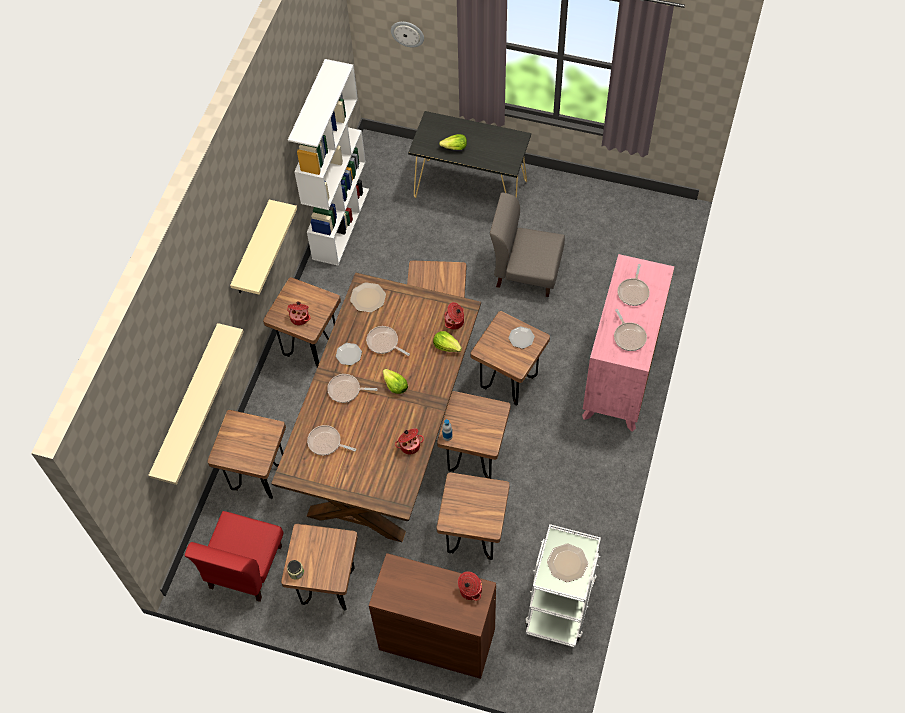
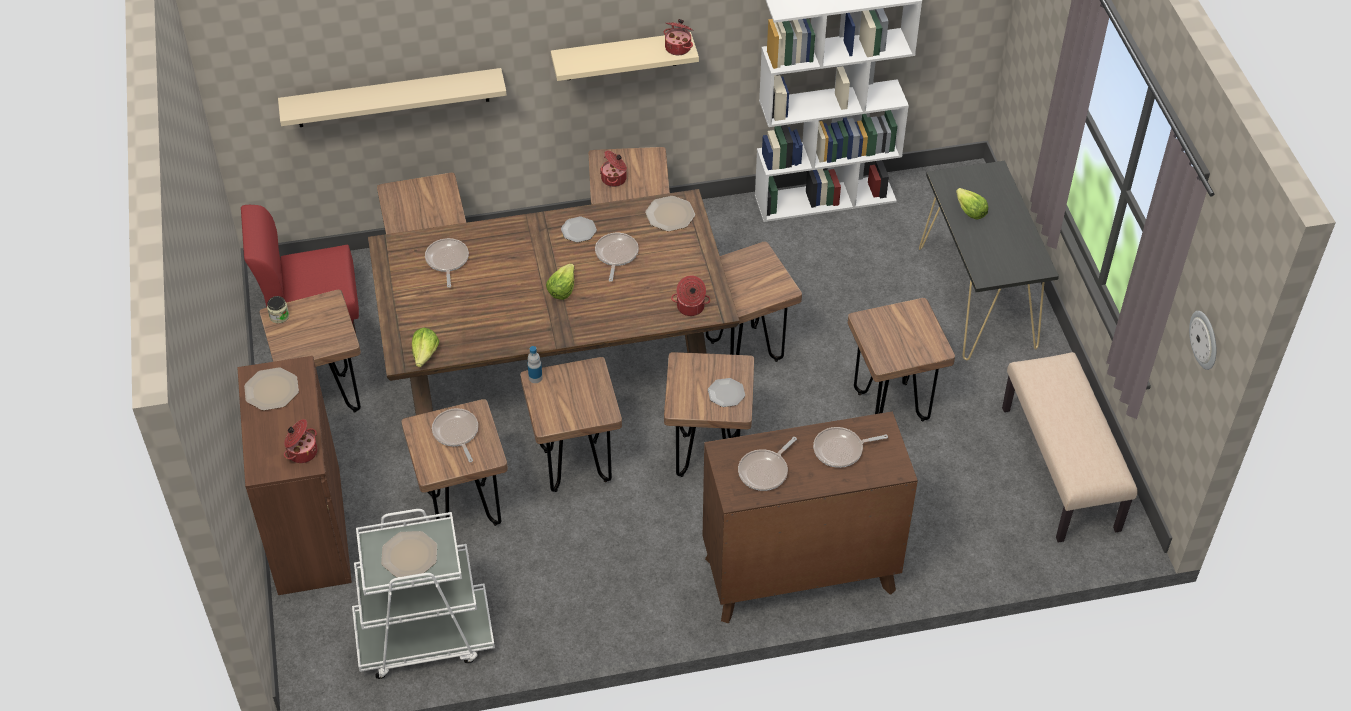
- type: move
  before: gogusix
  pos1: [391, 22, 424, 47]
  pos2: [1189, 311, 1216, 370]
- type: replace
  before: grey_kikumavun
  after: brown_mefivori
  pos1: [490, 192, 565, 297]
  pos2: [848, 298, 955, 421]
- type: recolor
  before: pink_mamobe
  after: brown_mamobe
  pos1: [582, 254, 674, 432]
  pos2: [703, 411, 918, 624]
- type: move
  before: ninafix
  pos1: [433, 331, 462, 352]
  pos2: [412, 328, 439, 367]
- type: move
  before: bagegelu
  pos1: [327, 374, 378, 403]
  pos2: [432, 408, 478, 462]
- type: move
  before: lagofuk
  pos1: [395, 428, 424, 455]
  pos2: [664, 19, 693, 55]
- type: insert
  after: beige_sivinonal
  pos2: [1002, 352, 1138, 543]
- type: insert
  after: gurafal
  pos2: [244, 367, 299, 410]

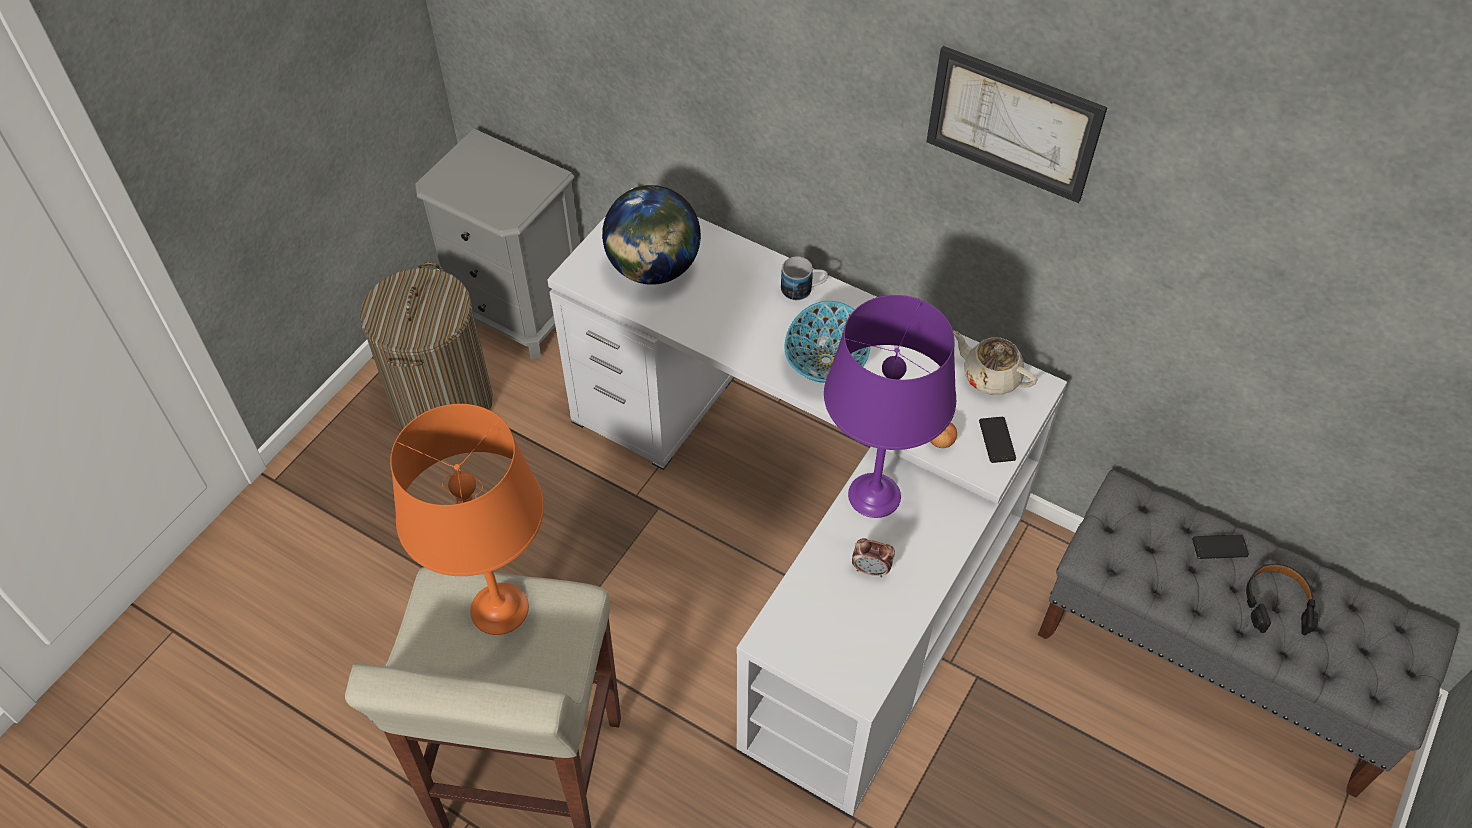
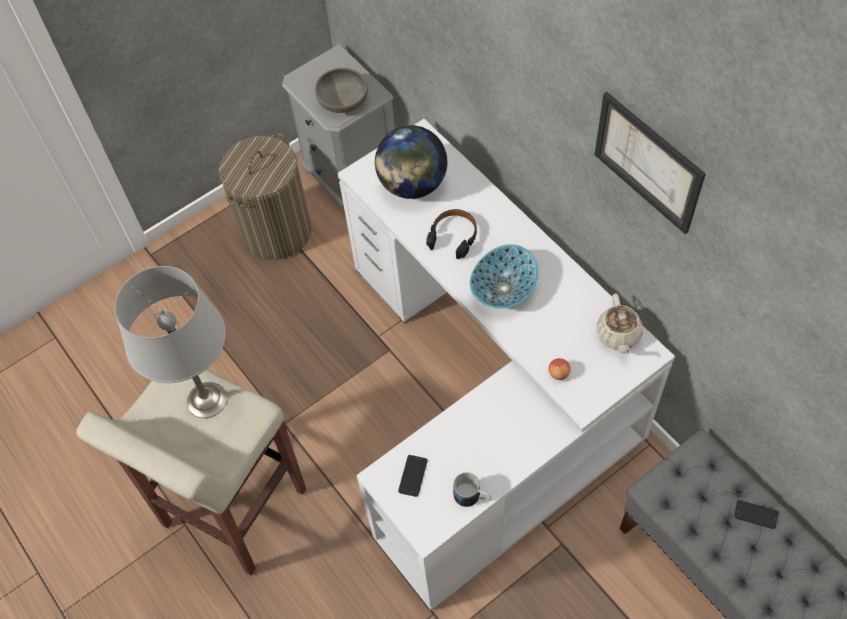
- type: move
  before: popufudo
  pos1: [781, 256, 828, 300]
  pos2: [453, 472, 491, 507]
- type: delete
  before: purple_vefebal
  pos1: [824, 295, 956, 518]
- type: rotate
  before: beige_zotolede
  pos1: [953, 331, 1037, 395]
  pos2: [596, 293, 643, 355]
  turn: -150
- type: recolor
  before: orange_vefebal
  after: grey_vefebal
  pos1: [390, 404, 544, 635]
  pos2: [115, 266, 227, 418]
- type: move
  before: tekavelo
  pos1: [979, 417, 1016, 463]
  pos2: [398, 455, 428, 497]
- type: delete
  before: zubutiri
  pos1: [852, 538, 895, 578]
- type: move
  before: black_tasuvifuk
  pos1: [1246, 564, 1318, 635]
  pos2: [426, 209, 477, 259]
- type: insert
  after: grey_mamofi
  pos2: [315, 68, 368, 113]

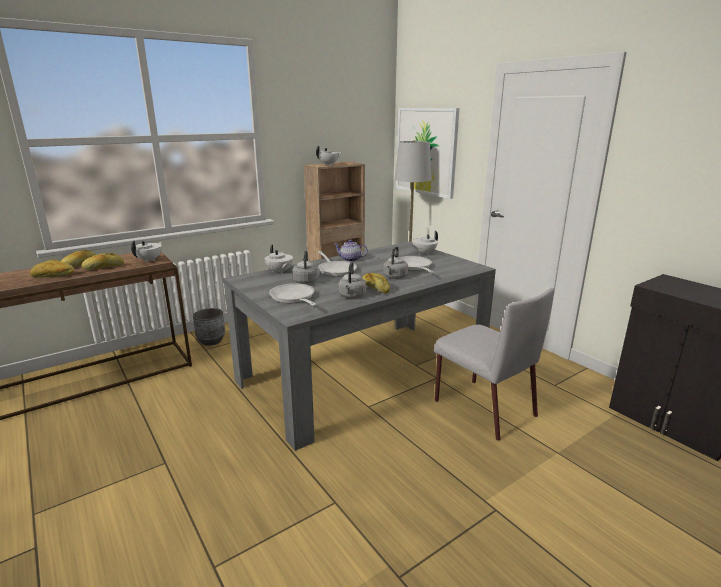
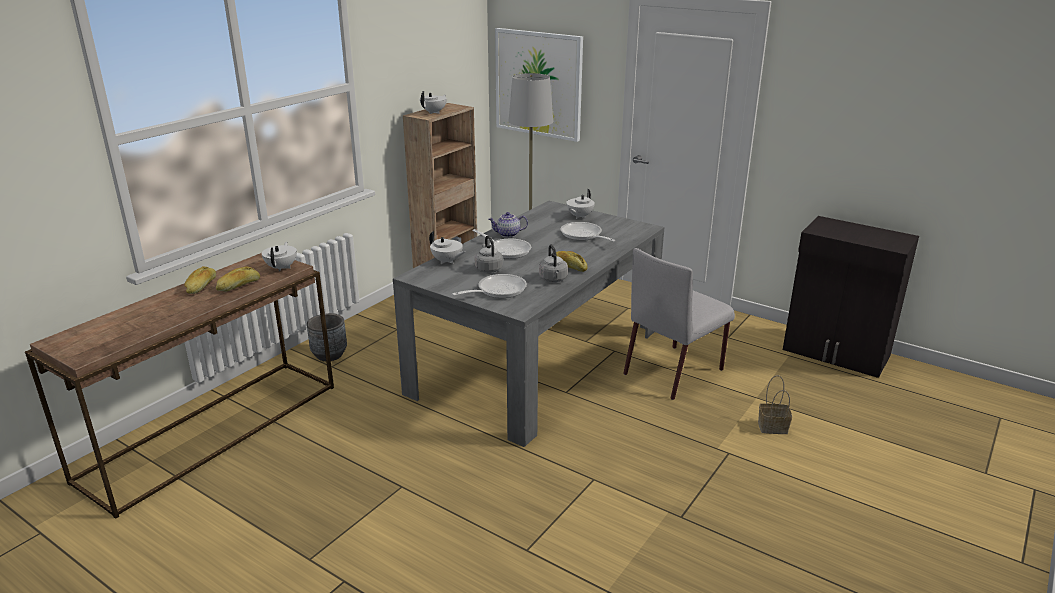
- type: delete
  before: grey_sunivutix
  pos1: [383, 246, 408, 279]
- type: delete
  before: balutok
  pos1: [30, 259, 75, 278]
- type: rotate
  before: bagegelu
  pos1: [269, 283, 317, 306]
  pos2: [452, 274, 527, 298]
  turn: 105
- type: rotate
  before: grey_kikumavun
  pos1: [434, 288, 555, 441]
  pos2: [623, 248, 735, 400]
  turn: 105
- type: insert
  after: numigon
  pos2: [758, 375, 792, 434]

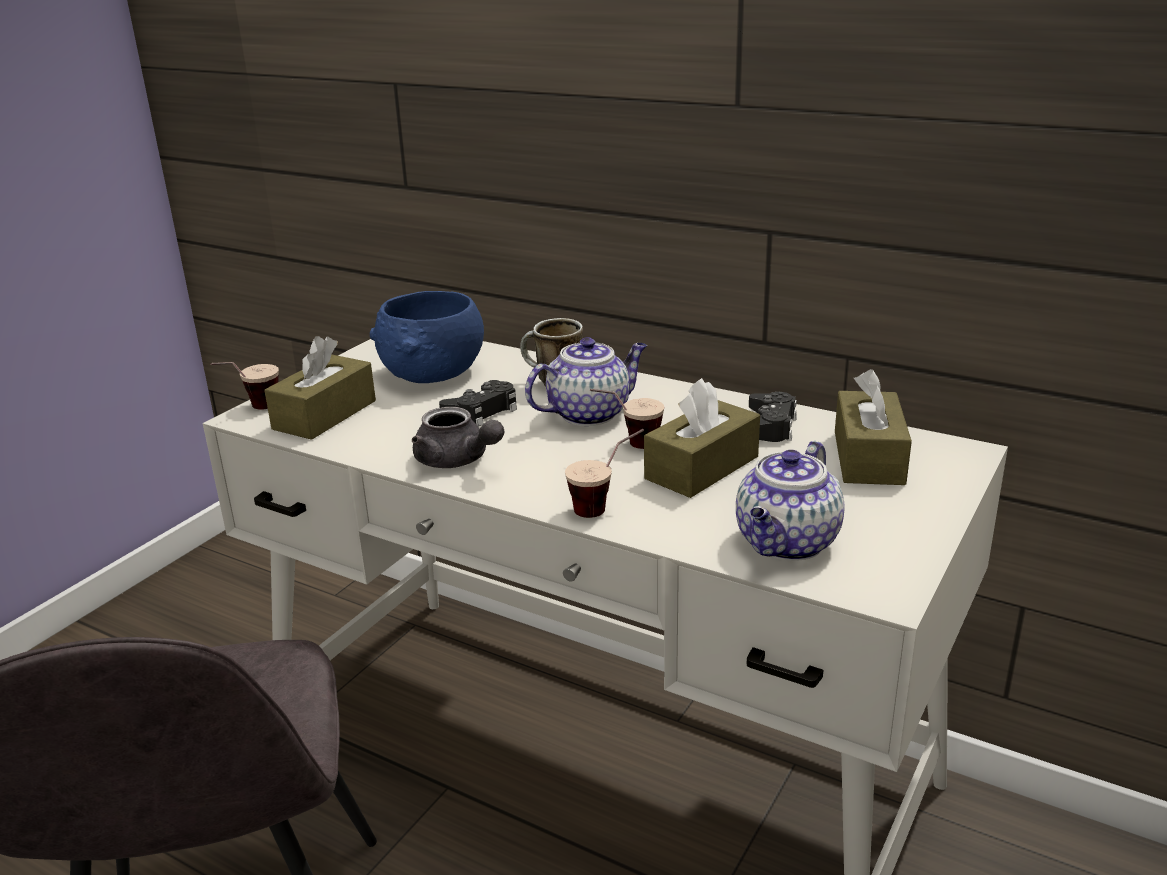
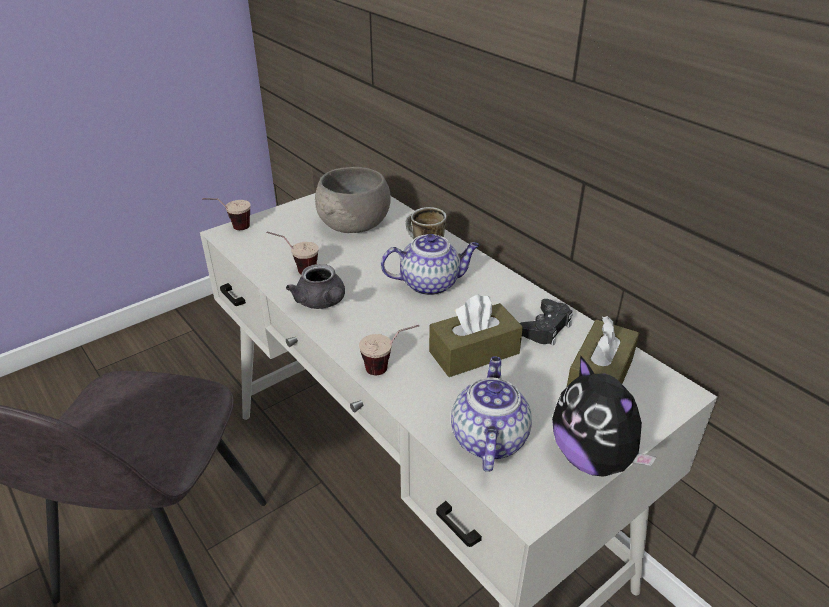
- type: recolor
  before: blue_mamofi
  after: grey_mamofi
  pos1: [370, 291, 484, 383]
  pos2: [315, 167, 391, 233]
- type: delete
  before: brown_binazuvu
  pos1: [264, 336, 376, 440]
- type: delete
  before: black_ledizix
  pos1: [439, 380, 517, 426]
- type: move
  before: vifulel
  pos1: [590, 389, 665, 449]
  pos2: [266, 232, 319, 275]
- type: rotate
  before: zotolede
  pos1: [736, 441, 844, 561]
  pos2: [451, 356, 532, 472]
  turn: 135
- type: insert
  after: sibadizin
  pos2: [552, 355, 656, 477]

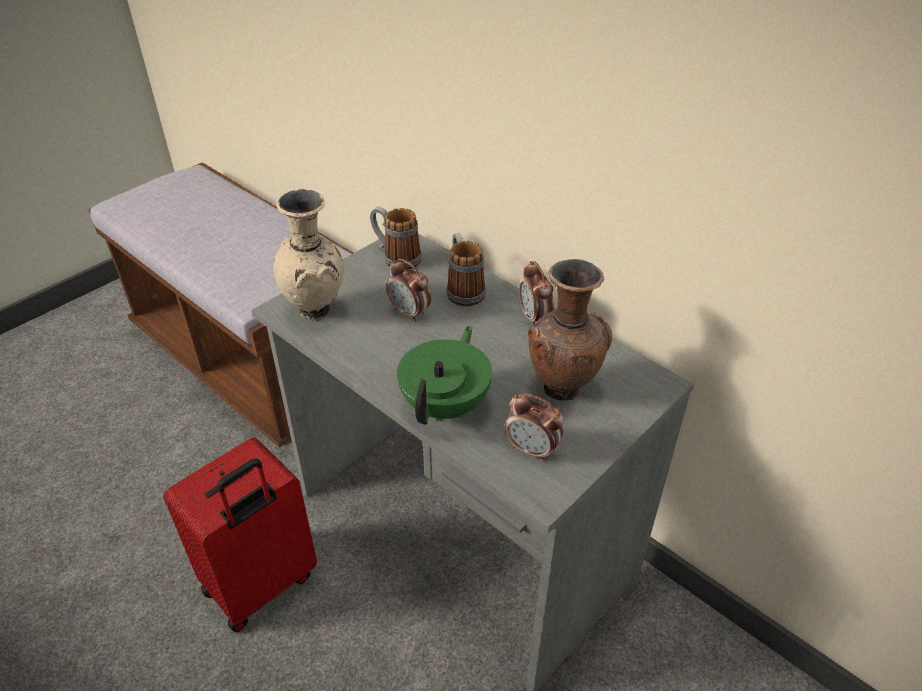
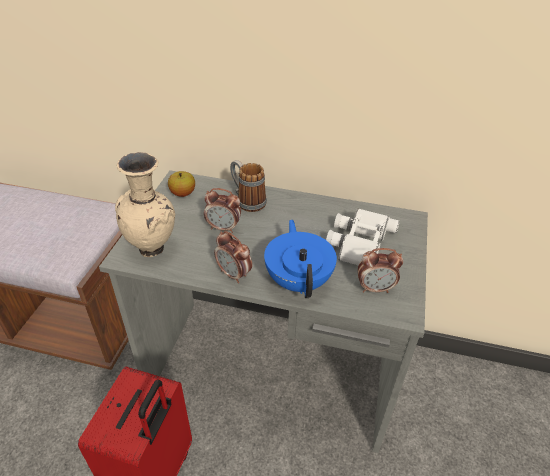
- type: replace
  before: popufudo
  after: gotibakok
  pos1: [370, 207, 422, 269]
  pos2: [168, 171, 195, 197]
- type: replace
  before: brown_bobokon
  after: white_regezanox
  pos1: [528, 259, 612, 400]
  pos2: [326, 208, 400, 265]
- type: move
  before: zubutiri
  pos1: [519, 261, 554, 326]
  pos2: [214, 231, 252, 284]
- type: recolor
  before: green_zotolede
  after: blue_zotolede
  pos1: [397, 326, 492, 425]
  pos2: [264, 219, 337, 298]

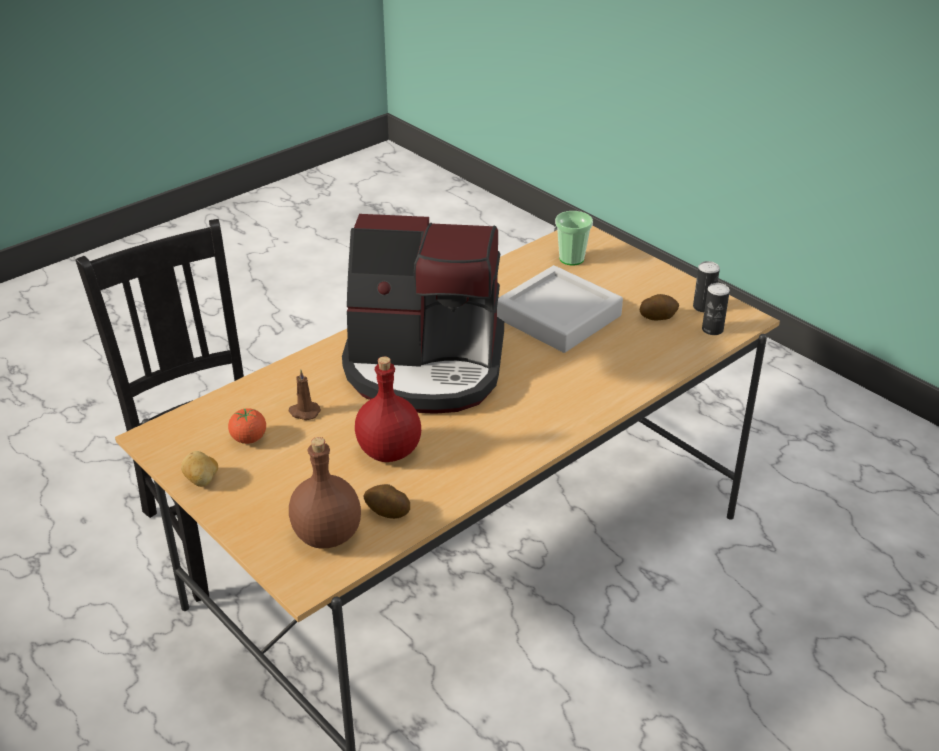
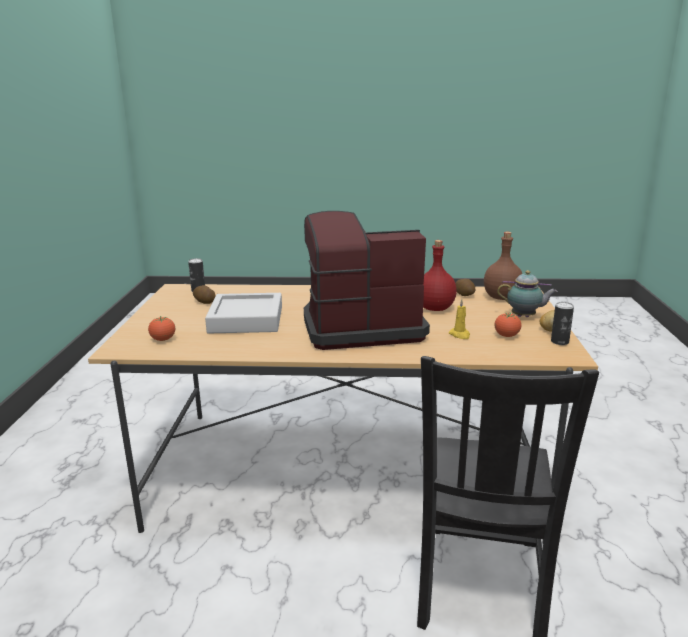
- type: replace
  before: vifulel
  after: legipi
  pos1: [555, 211, 593, 266]
  pos2: [148, 316, 175, 341]
- type: rotate
  before: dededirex
  pos1: [342, 214, 504, 414]
  pos2: [304, 211, 430, 350]
  turn: -60
- type: move
  before: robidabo
  pos1: [693, 261, 720, 312]
  pos2: [551, 302, 574, 345]
- type: recolor
  before: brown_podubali
  after: yellow_podubali
  pos1: [289, 369, 321, 420]
  pos2: [449, 299, 470, 339]
- type: insert
  after: zotolede
  pos2: [497, 270, 558, 317]

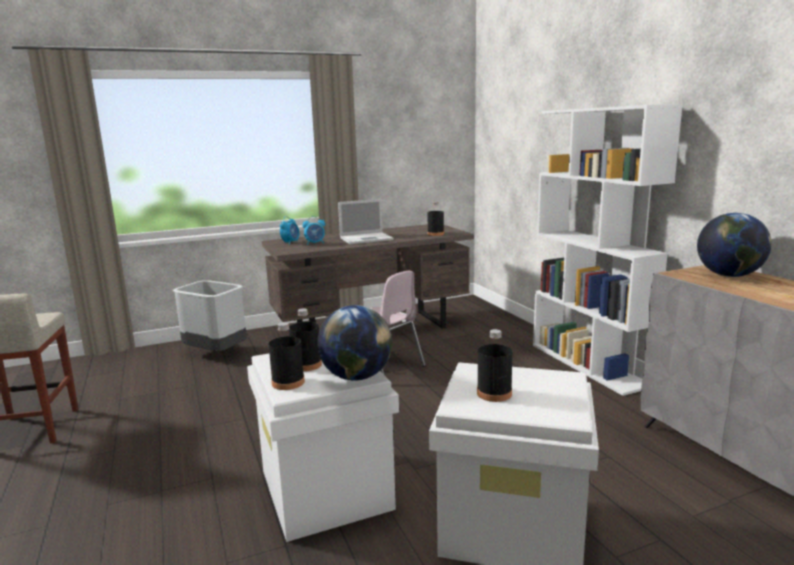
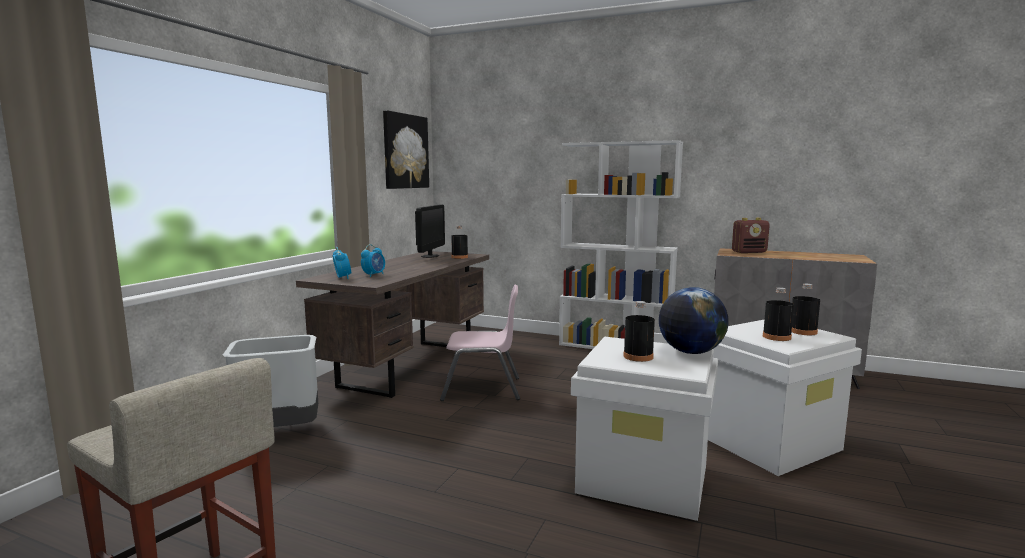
- type: delete
  before: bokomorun
  pos1: [338, 199, 394, 244]
- type: replace
  before: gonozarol
  after: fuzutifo
  pos1: [697, 213, 772, 277]
  pos2: [732, 218, 770, 253]
- type: move
  before: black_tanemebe
  pos1: [269, 322, 305, 390]
  pos2: [791, 284, 820, 335]
- type: insert
  after: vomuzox
  pos2: [383, 110, 429, 189]
- type: insert
  after: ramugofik
  pos2: [415, 205, 445, 258]

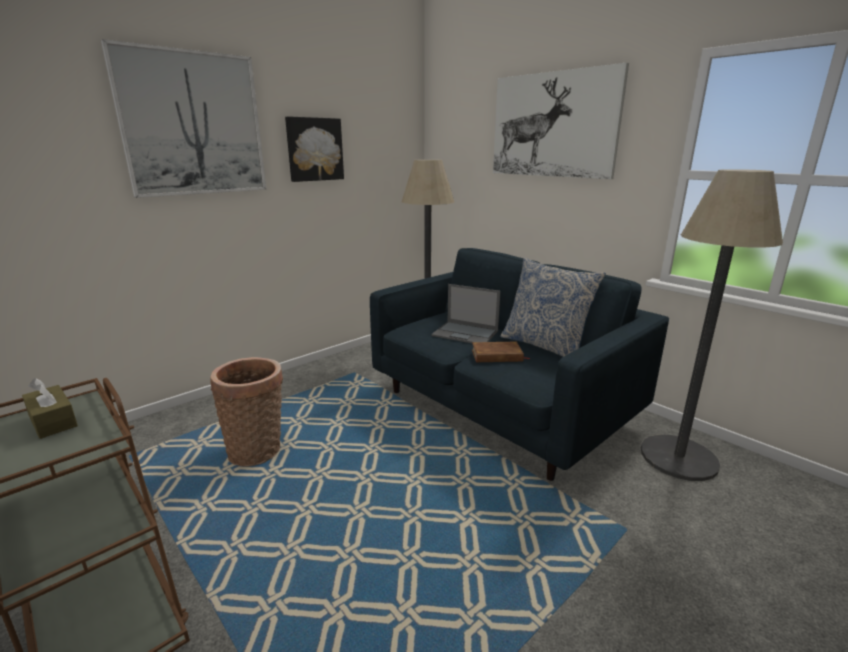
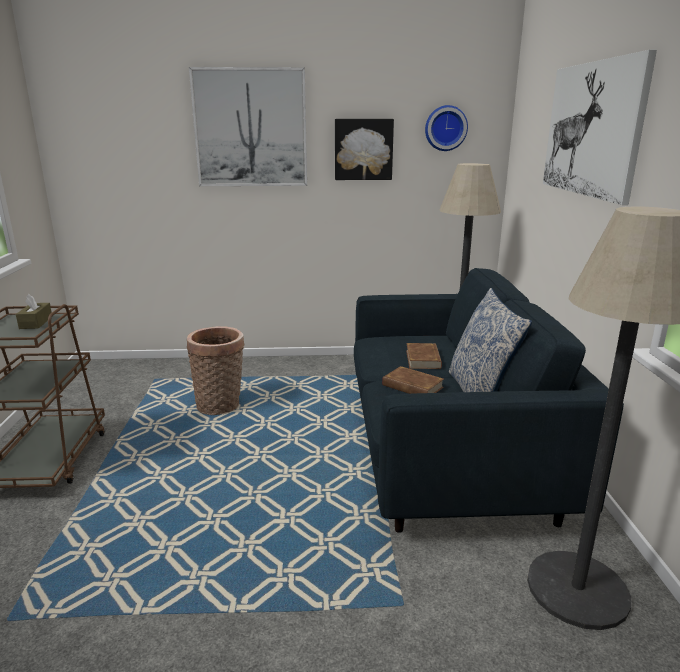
- type: replace
  before: bokomorun
  after: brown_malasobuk
  pos1: [431, 284, 501, 343]
  pos2: [406, 343, 442, 369]
- type: insert
  after: gogusix
  pos2: [425, 105, 468, 151]

